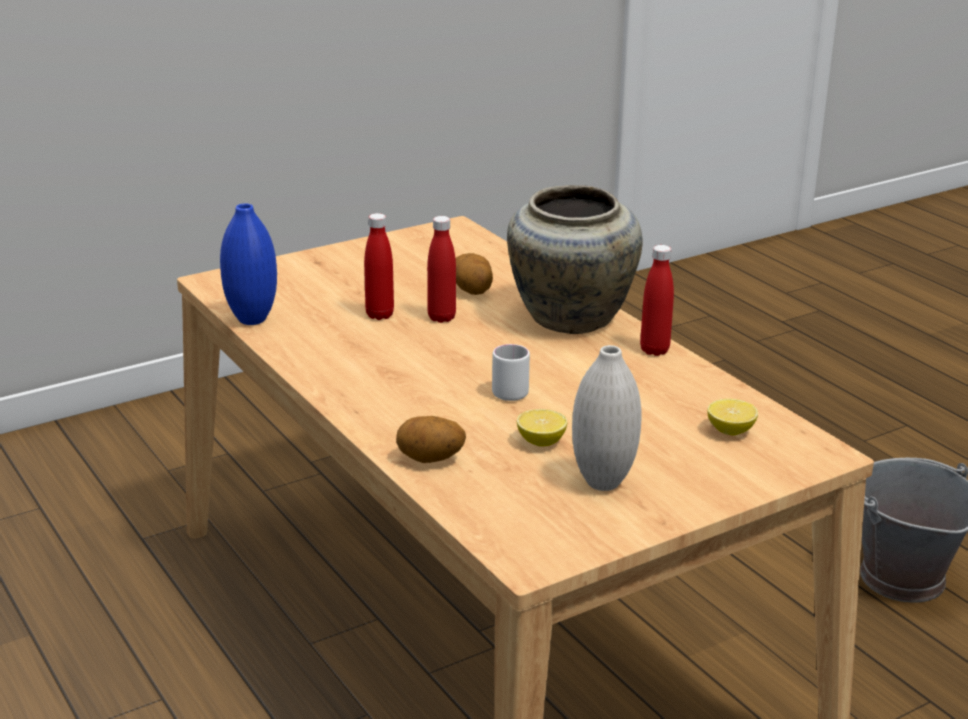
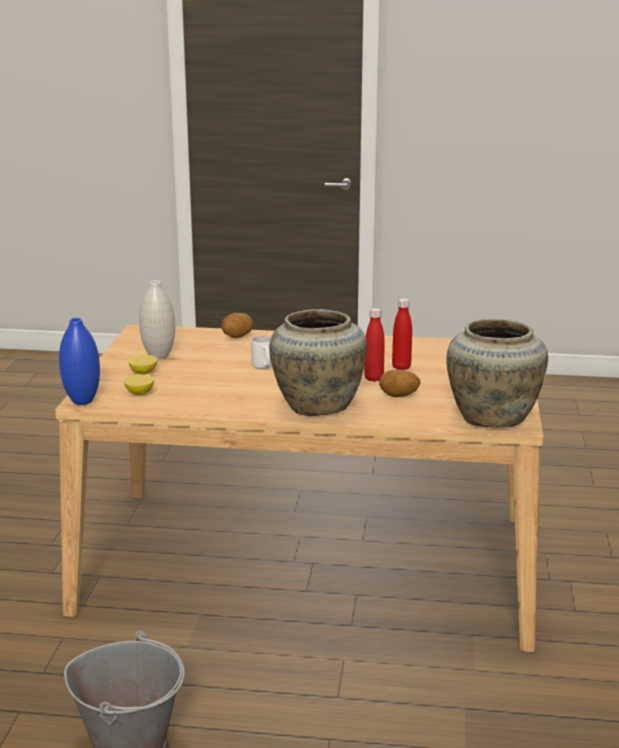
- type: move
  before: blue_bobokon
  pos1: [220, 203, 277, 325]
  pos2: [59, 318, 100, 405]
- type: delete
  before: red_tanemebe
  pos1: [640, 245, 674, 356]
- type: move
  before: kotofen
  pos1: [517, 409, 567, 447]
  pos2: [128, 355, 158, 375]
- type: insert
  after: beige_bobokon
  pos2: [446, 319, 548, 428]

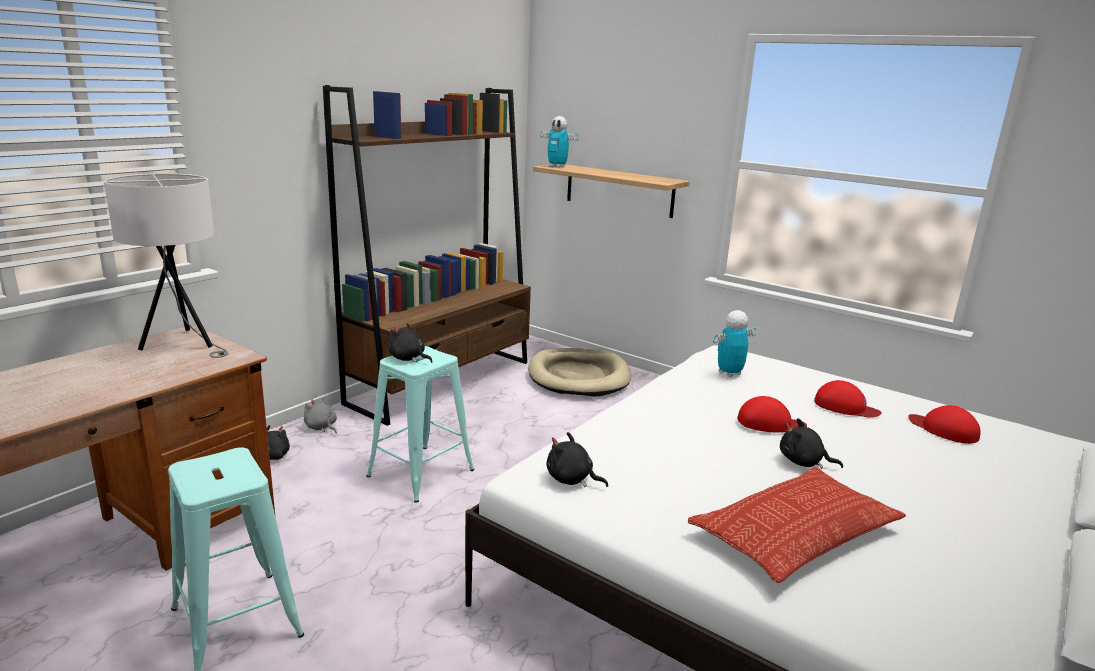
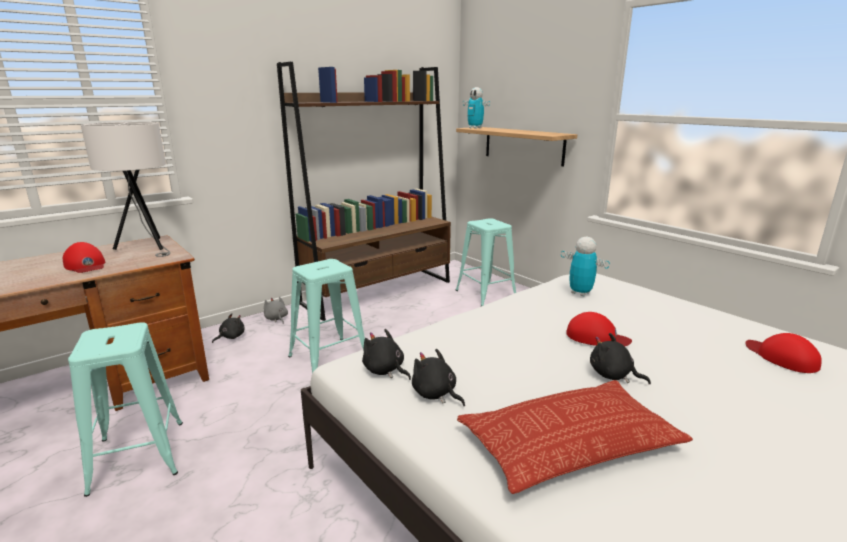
- type: rotate
  before: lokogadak
  pos1: [713, 310, 756, 377]
  pos2: [561, 236, 610, 297]
  turn: 60
- type: move
  before: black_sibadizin
  pos1: [389, 323, 432, 363]
  pos2: [412, 349, 465, 406]
- type: replace
  before: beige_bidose
  after: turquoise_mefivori
  pos1: [528, 348, 631, 397]
  pos2: [456, 218, 516, 306]
- type: move
  before: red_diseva
  pos1: [814, 380, 882, 418]
  pos2: [63, 242, 105, 273]

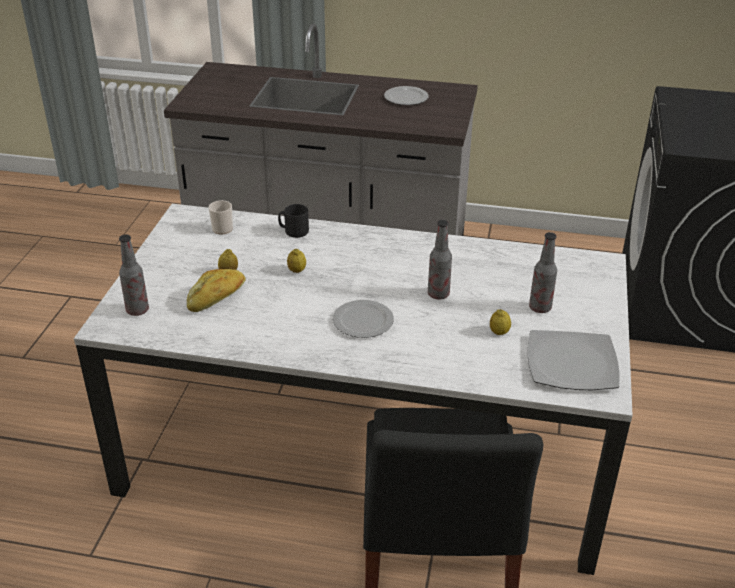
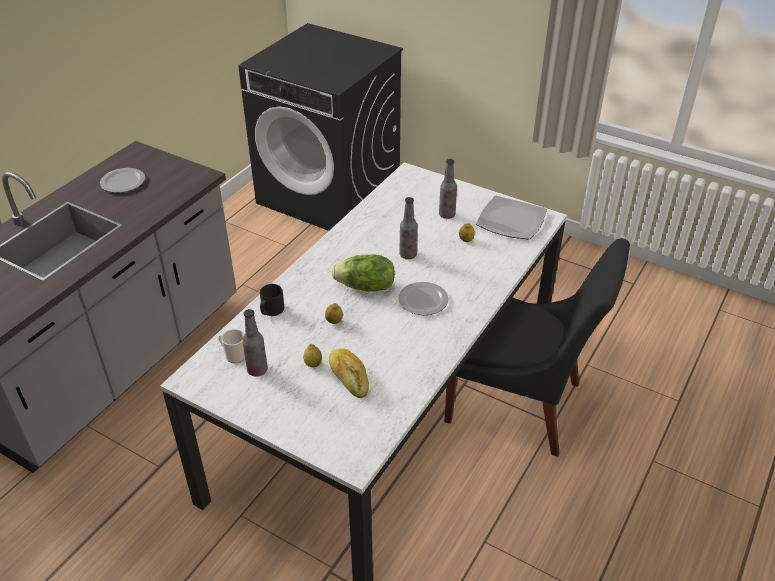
- type: move
  before: tanemebe
  pos1: [119, 234, 149, 316]
  pos2: [242, 309, 268, 376]
- type: insert
  after: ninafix
  pos2: [332, 254, 395, 292]

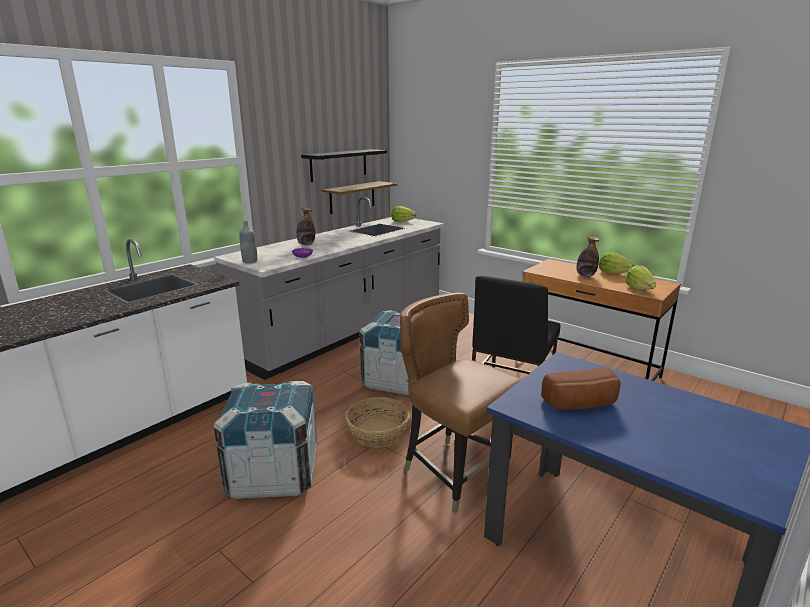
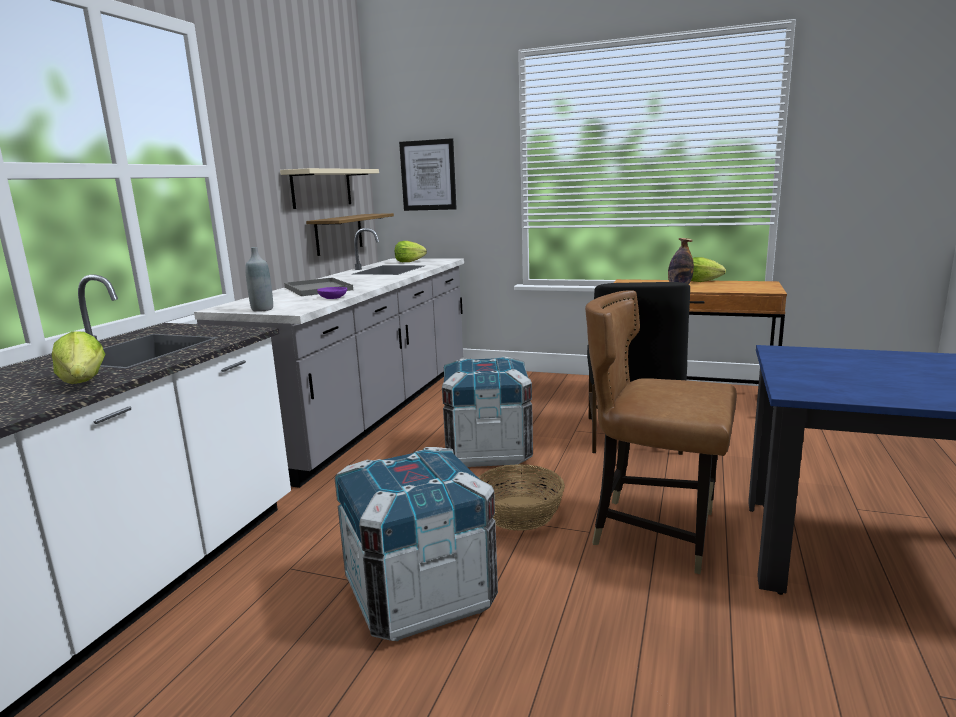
- type: recolor
  before: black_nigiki
  after: beige_nigiki
  pos1: [301, 149, 387, 182]
  pos2: [280, 168, 379, 209]
- type: replace
  before: tanemebe
  after: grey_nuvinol
  pos1: [296, 208, 315, 245]
  pos2: [284, 277, 353, 296]
- type: move
  before: ninafix
  pos1: [625, 265, 656, 290]
  pos2: [52, 331, 106, 384]
- type: delete
  before: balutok
  pos1: [541, 368, 621, 410]
- type: insert
  after: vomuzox
  pos2: [399, 138, 457, 211]

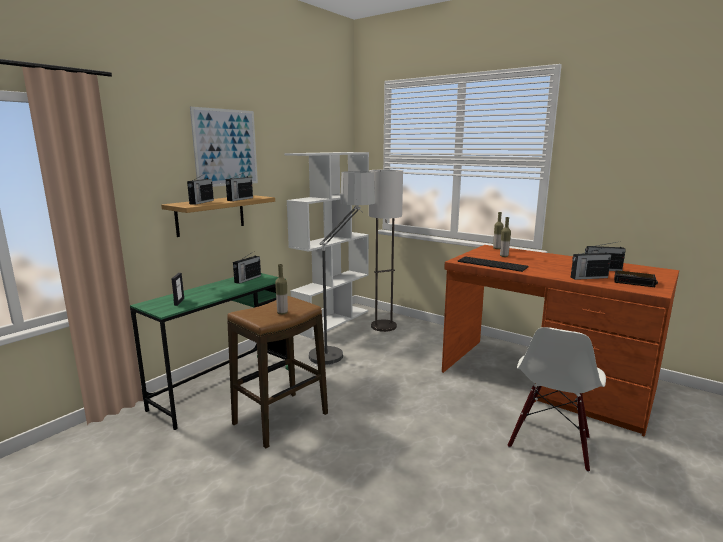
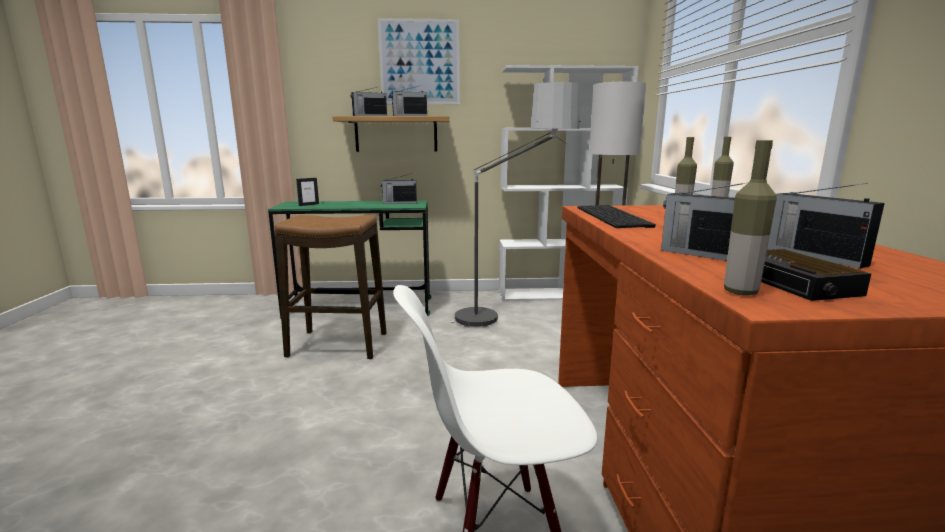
- type: move
  before: tanemebe
  pos1: [275, 264, 288, 314]
  pos2: [724, 140, 777, 296]

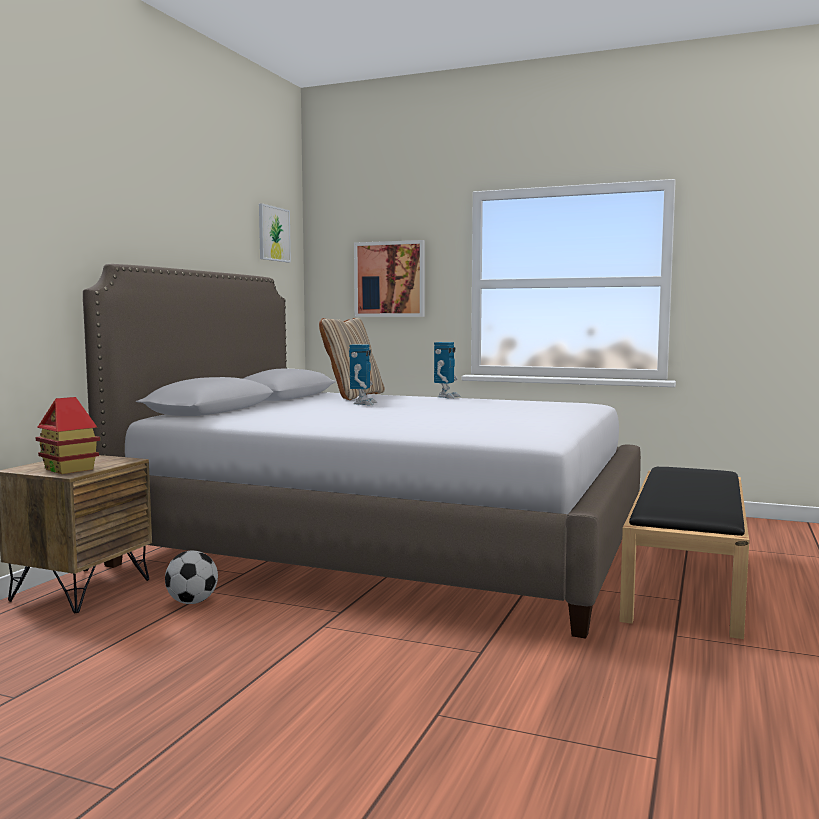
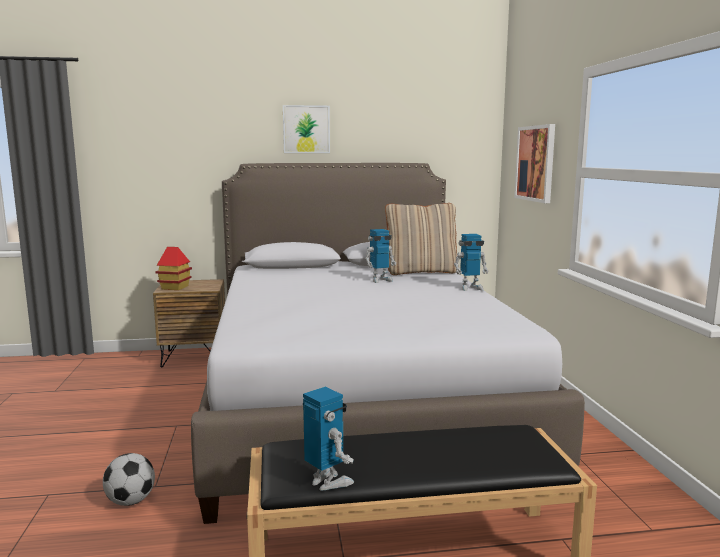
- type: move
  before: vomuzox
  pos1: [259, 203, 291, 262]
  pos2: [283, 105, 330, 153]
- type: move
  before: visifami
  pos1: [165, 551, 218, 604]
  pos2: [103, 453, 155, 506]
- type: insert
  after: lokogadak
  pos2: [303, 387, 354, 491]

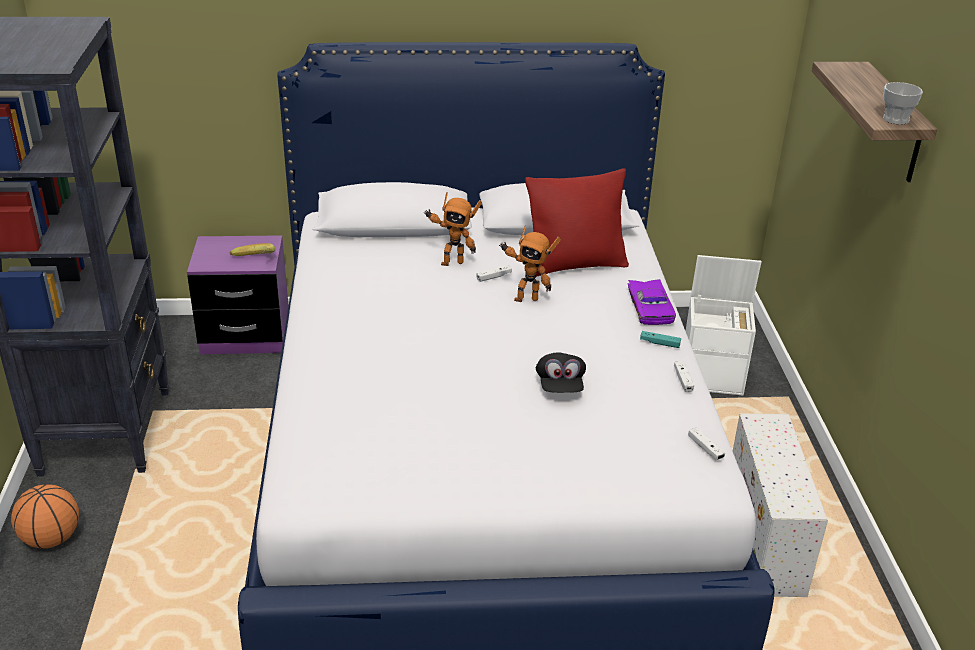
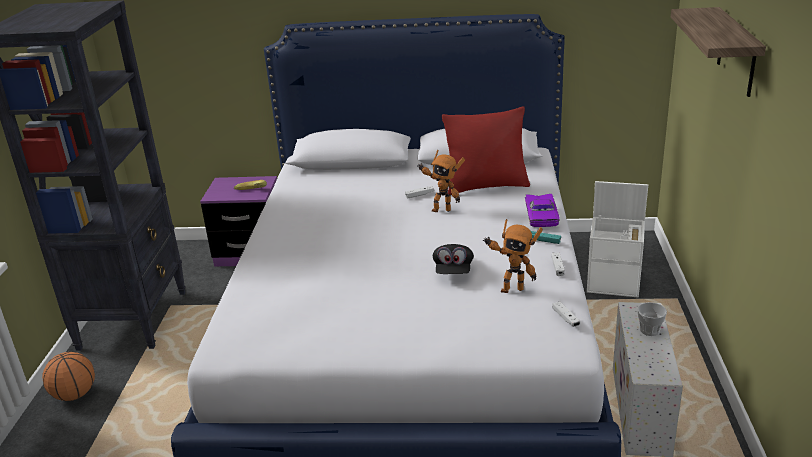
- type: move
  before: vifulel
  pos1: [883, 82, 923, 125]
  pos2: [638, 302, 667, 336]
- type: move
  before: lokogadak
  pos1: [424, 192, 482, 266]
  pos2: [483, 219, 543, 293]

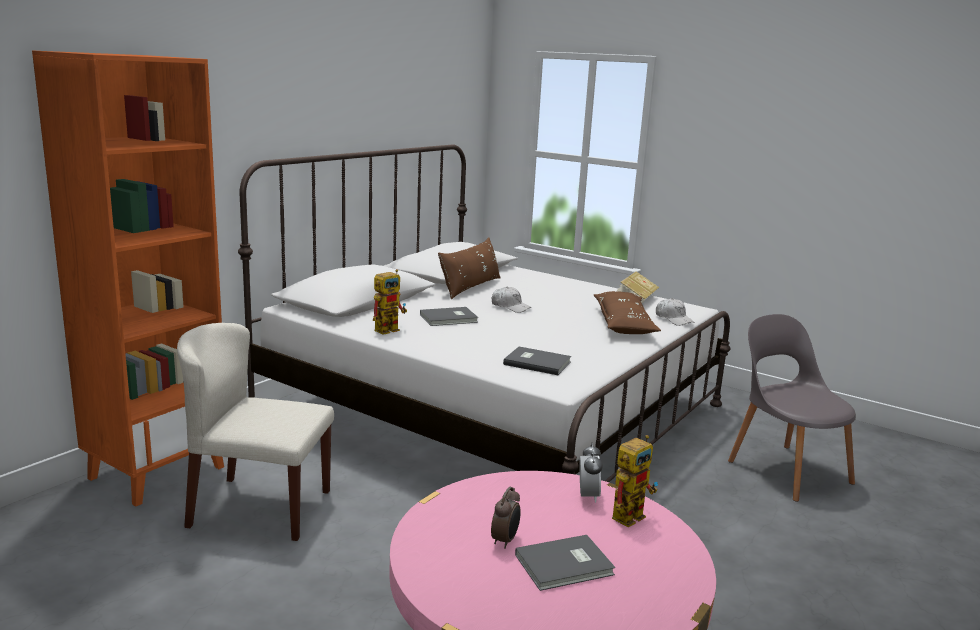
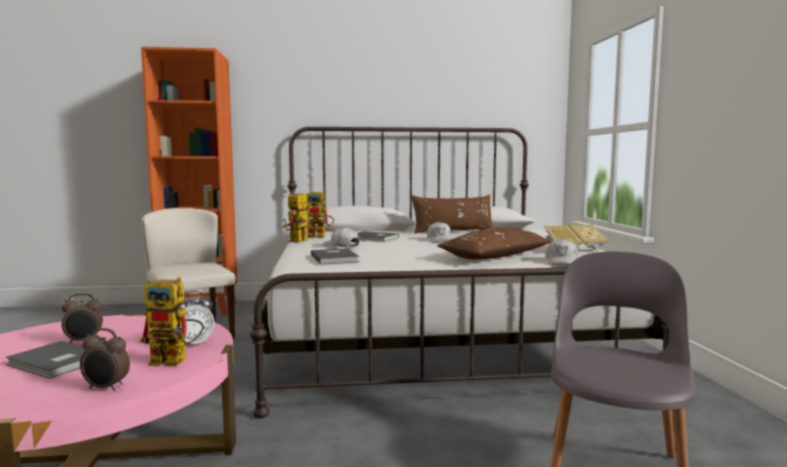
- type: insert
  after: lokogadak
  pos2: [283, 192, 307, 242]
- type: insert
  after: white_diseva
  pos2: [323, 227, 359, 248]
- type: insert
  after: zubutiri
  pos2: [80, 328, 130, 391]

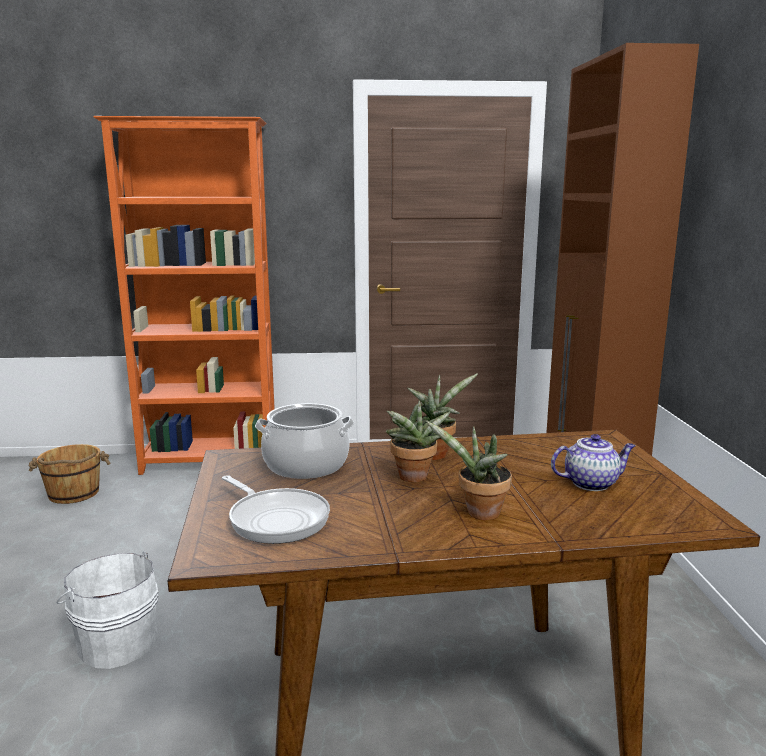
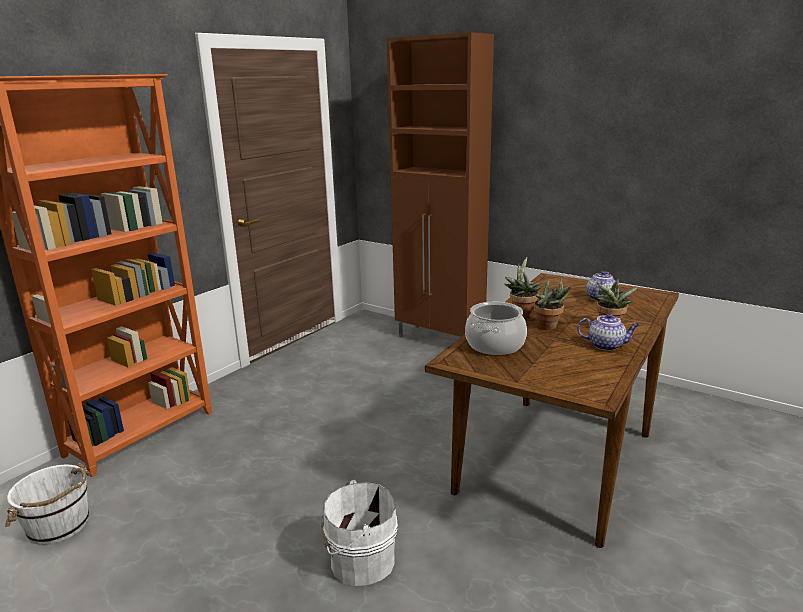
- type: recolor
  before: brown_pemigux
  after: white_pemigux
  pos1: [29, 444, 110, 504]
  pos2: [5, 463, 91, 545]
- type: delete
  before: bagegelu
  pos1: [222, 475, 330, 544]
- type: insert
  after: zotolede
  pos2: [577, 313, 640, 351]

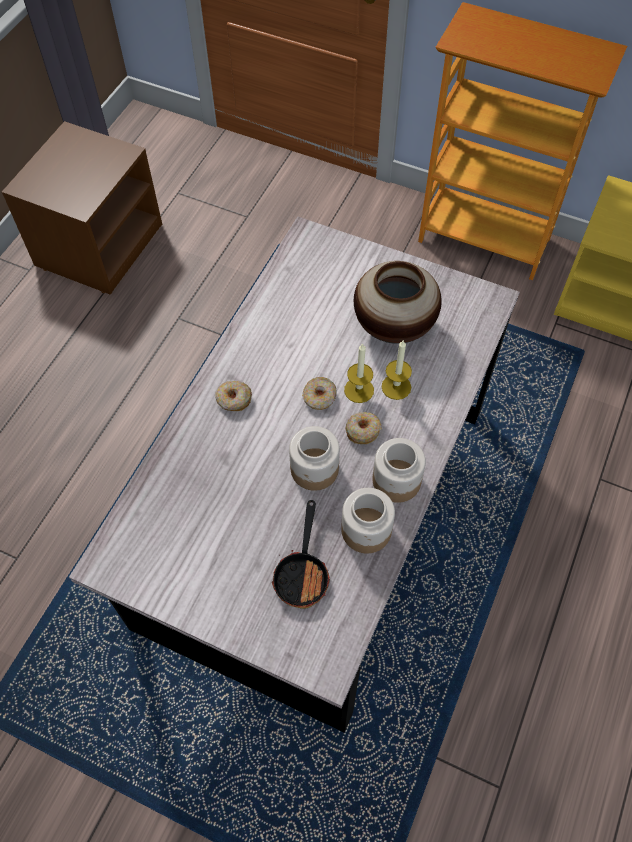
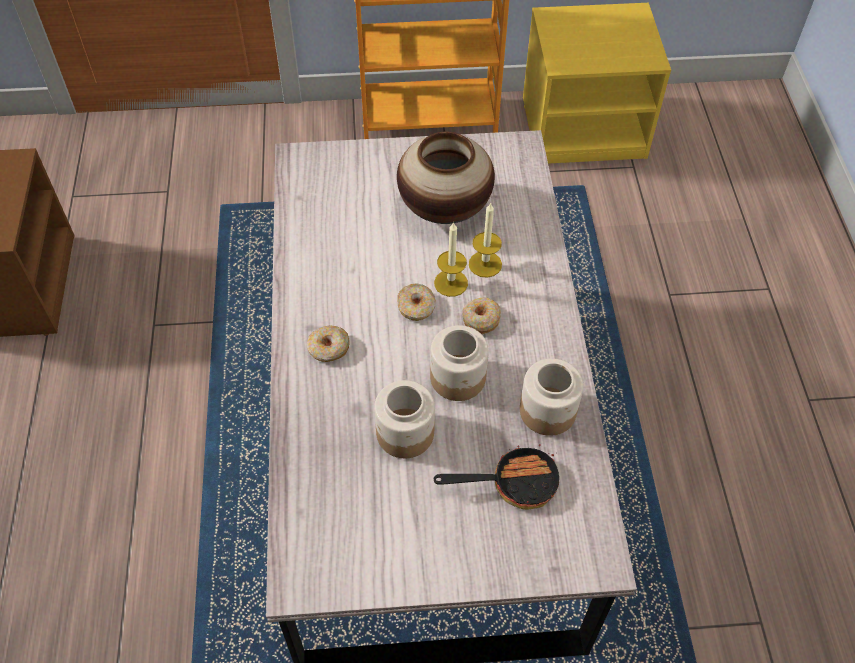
- type: move
  before: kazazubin
  pos1: [372, 438, 426, 503]
  pos2: [374, 380, 435, 458]
- type: rotate
  before: bagegelu
  pos1: [272, 500, 330, 609]
  pos2: [434, 444, 559, 510]
  turn: -75

